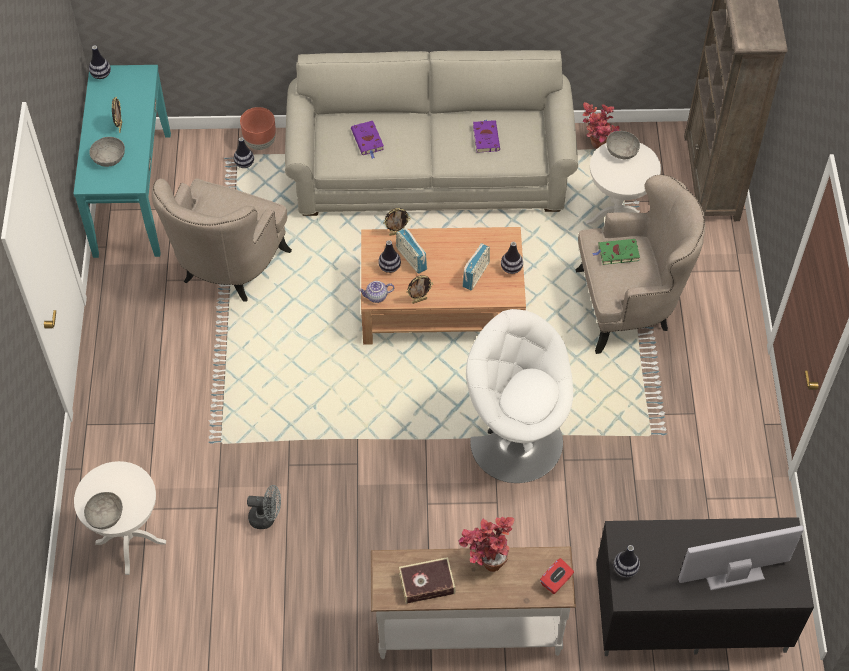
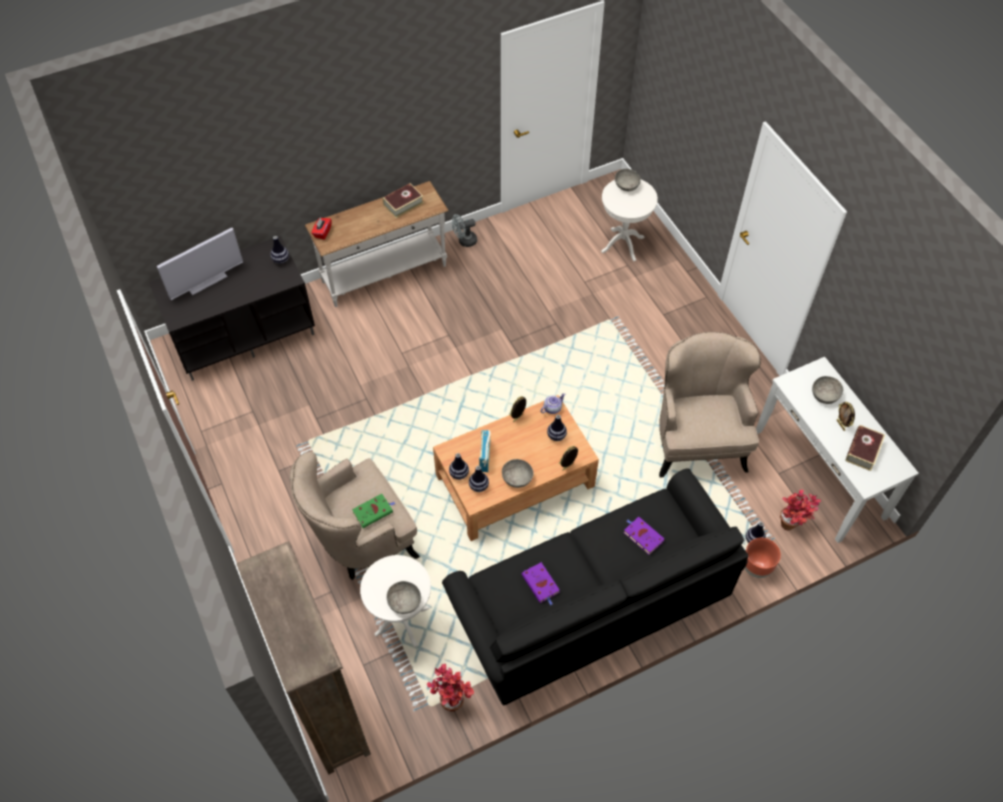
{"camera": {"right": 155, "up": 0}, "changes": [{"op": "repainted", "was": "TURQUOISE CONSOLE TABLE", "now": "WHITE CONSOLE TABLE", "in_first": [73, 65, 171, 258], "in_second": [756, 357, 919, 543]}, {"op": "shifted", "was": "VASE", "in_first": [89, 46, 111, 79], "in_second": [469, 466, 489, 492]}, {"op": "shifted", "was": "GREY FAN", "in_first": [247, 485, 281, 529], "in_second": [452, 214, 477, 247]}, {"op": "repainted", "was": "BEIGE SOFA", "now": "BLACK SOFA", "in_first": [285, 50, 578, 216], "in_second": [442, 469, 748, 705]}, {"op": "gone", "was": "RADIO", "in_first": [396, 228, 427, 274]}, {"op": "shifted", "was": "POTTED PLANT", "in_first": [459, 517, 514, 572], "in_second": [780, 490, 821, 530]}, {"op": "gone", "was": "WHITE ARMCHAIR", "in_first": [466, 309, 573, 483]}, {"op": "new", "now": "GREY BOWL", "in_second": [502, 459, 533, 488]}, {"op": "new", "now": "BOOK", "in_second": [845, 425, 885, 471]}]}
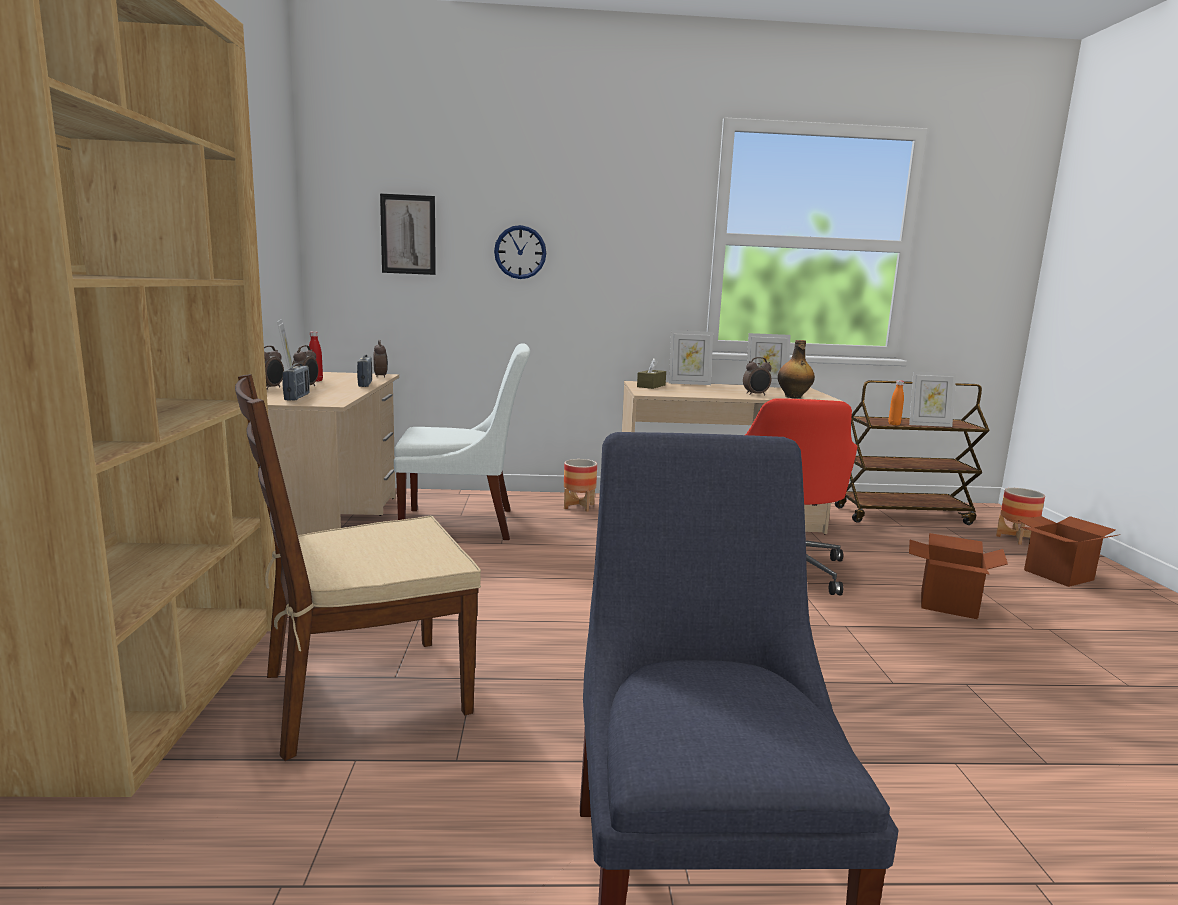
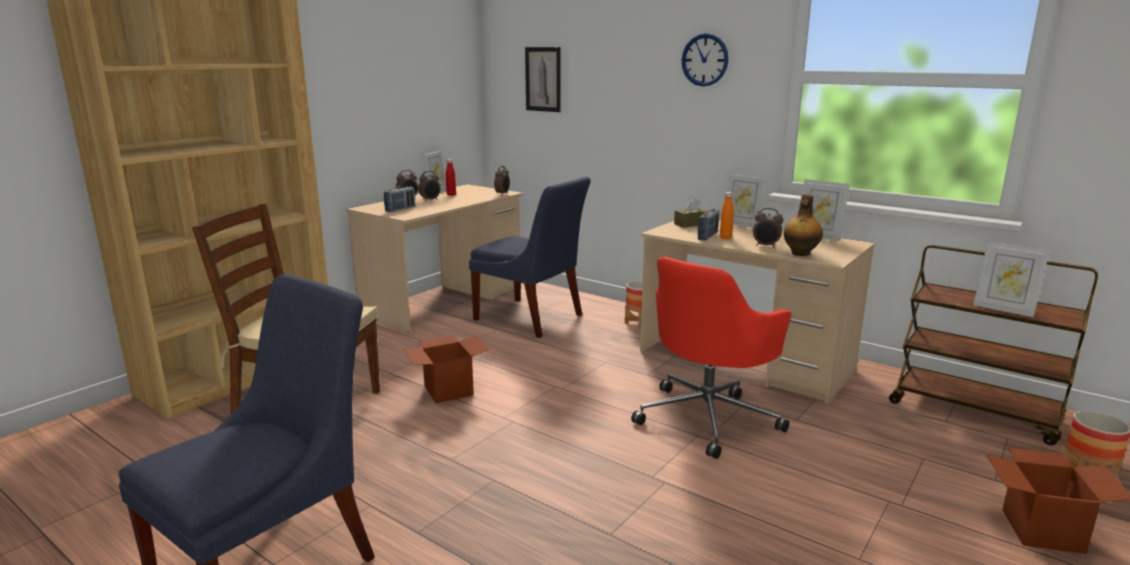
{"camera": {"right": 40, "up": 5}, "changes": [{"op": "shifted", "was": "RADIO", "in_first": [357, 355, 372, 387], "in_second": [698, 209, 719, 240]}, {"op": "repainted", "was": "WHITE CHAIR", "now": "BLUE CHAIR", "in_first": [394, 343, 530, 540], "in_second": [469, 177, 591, 338]}, {"op": "shifted", "was": "WALL CLOCK", "in_first": [494, 225, 546, 279], "in_second": [682, 34, 728, 86]}, {"op": "shifted", "was": "ORANGE BOTTLE", "in_first": [888, 380, 904, 425], "in_second": [720, 192, 734, 239]}, {"op": "shifted", "was": "CARDBOARD BOX", "in_first": [909, 533, 1008, 619], "in_second": [403, 335, 489, 403]}]}
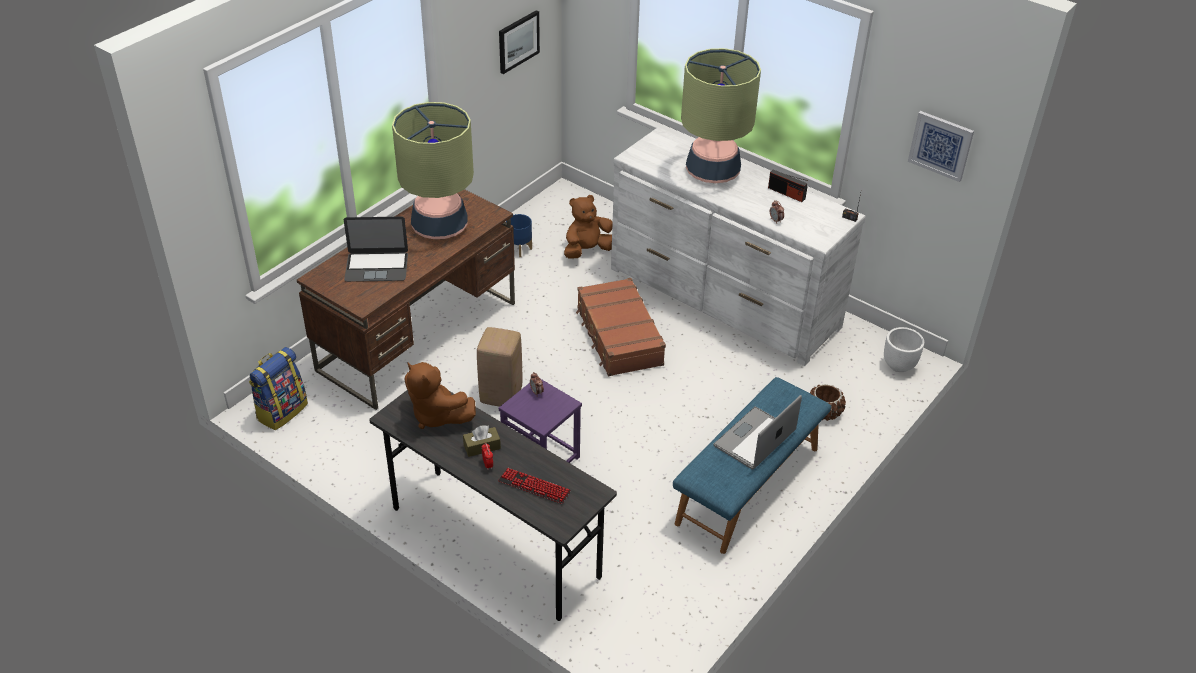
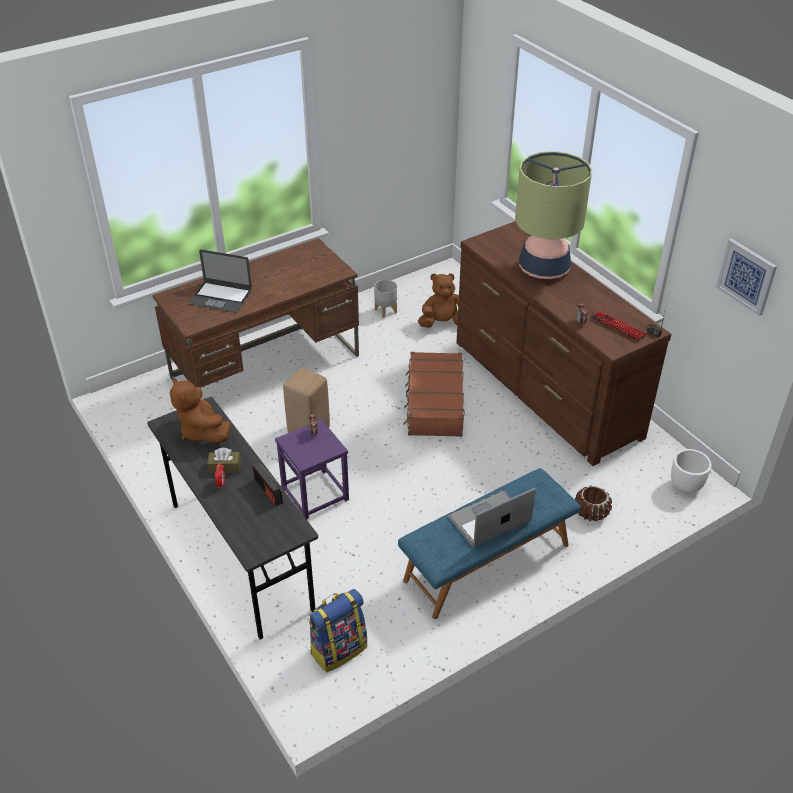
{"camera": {"right": 20, "up": 0}, "changes": [{"op": "shifted", "was": "BACKPACK", "in_first": [249, 347, 308, 430], "in_second": [308, 589, 367, 672]}, {"op": "gone", "was": "TABLE LAMP", "in_first": [392, 102, 474, 239]}, {"op": "shifted", "was": "KEYBOARD", "in_first": [498, 468, 571, 504], "in_second": [591, 311, 647, 341]}, {"op": "gone", "was": "PICTURE", "in_first": [499, 10, 540, 74]}, {"op": "repainted", "was": "BLUE PLANTER", "now": "GREY PLANTER", "in_first": [506, 214, 532, 257], "in_second": [374, 280, 397, 318]}, {"op": "repainted", "was": "WHITE DRESSER", "now": "BROWN DRESSER", "in_first": [611, 127, 866, 366], "in_second": [456, 221, 671, 466]}, {"op": "shifted", "was": "RADIO", "in_first": [768, 169, 808, 202], "in_second": [252, 462, 283, 506]}]}
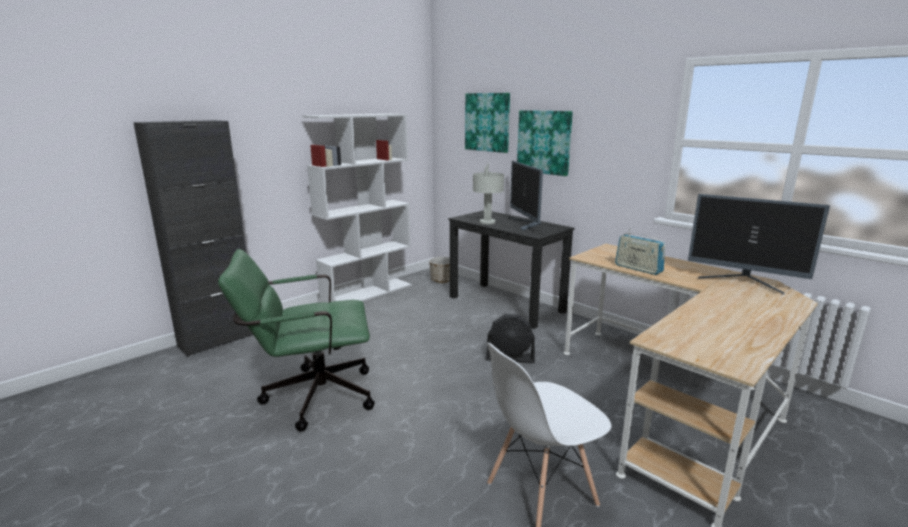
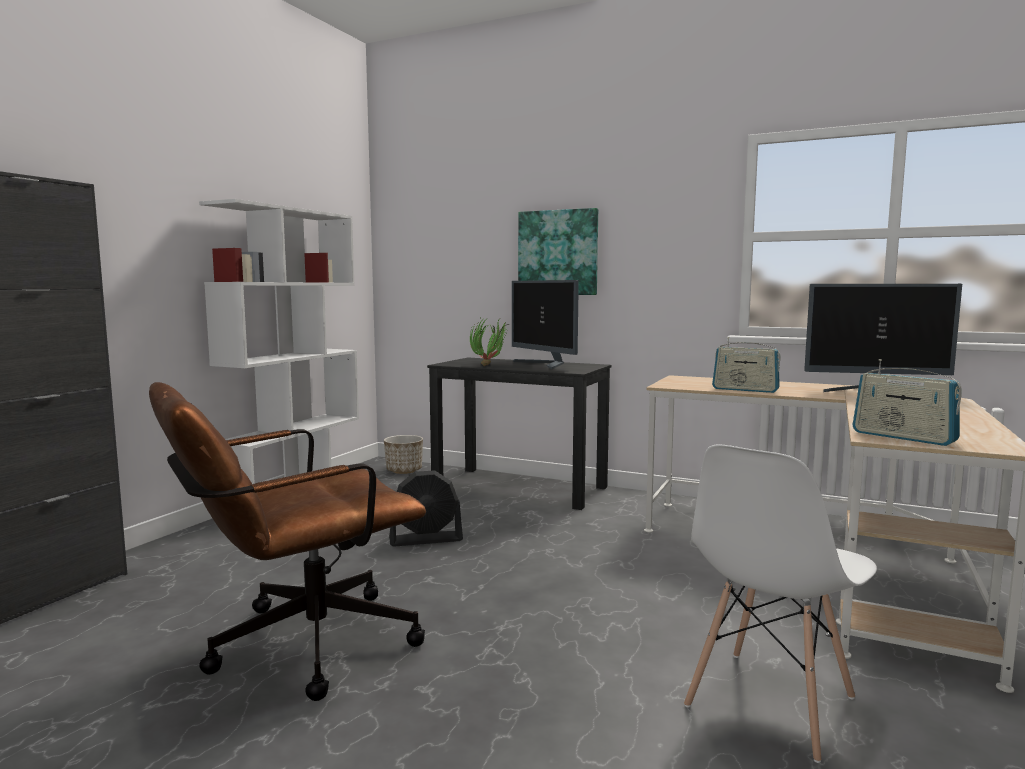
{"camera": {"right": -20, "up": -10}, "changes": [{"op": "repainted", "was": "GREEN OFFICE CHAIR", "now": "BROWN OFFICE CHAIR", "in_first": [218, 249, 375, 432], "in_second": [149, 382, 426, 701]}, {"op": "gone", "was": "PICTURE", "in_first": [465, 93, 510, 153]}, {"op": "swapped", "was": "GREY TABLE LAMP", "now": "POTTED PLANT", "in_first": [473, 163, 504, 224], "in_second": [470, 316, 509, 366]}, {"op": "shifted", "was": "BLACK FAN", "in_first": [486, 314, 535, 363], "in_second": [389, 470, 463, 547]}, {"op": "new", "now": "RADIO", "in_second": [853, 359, 962, 446]}]}
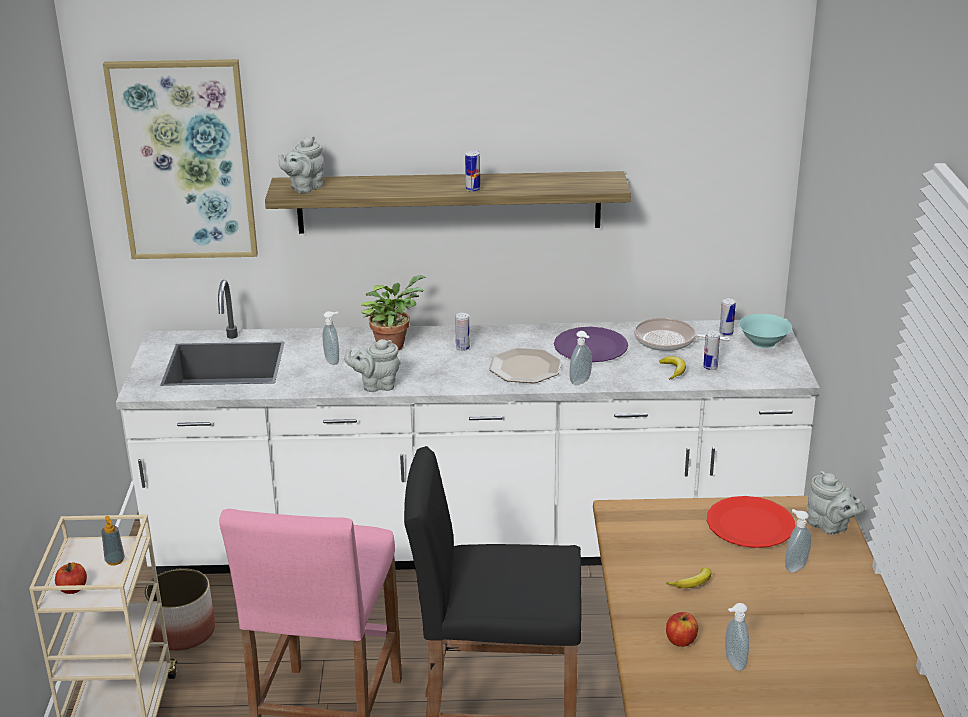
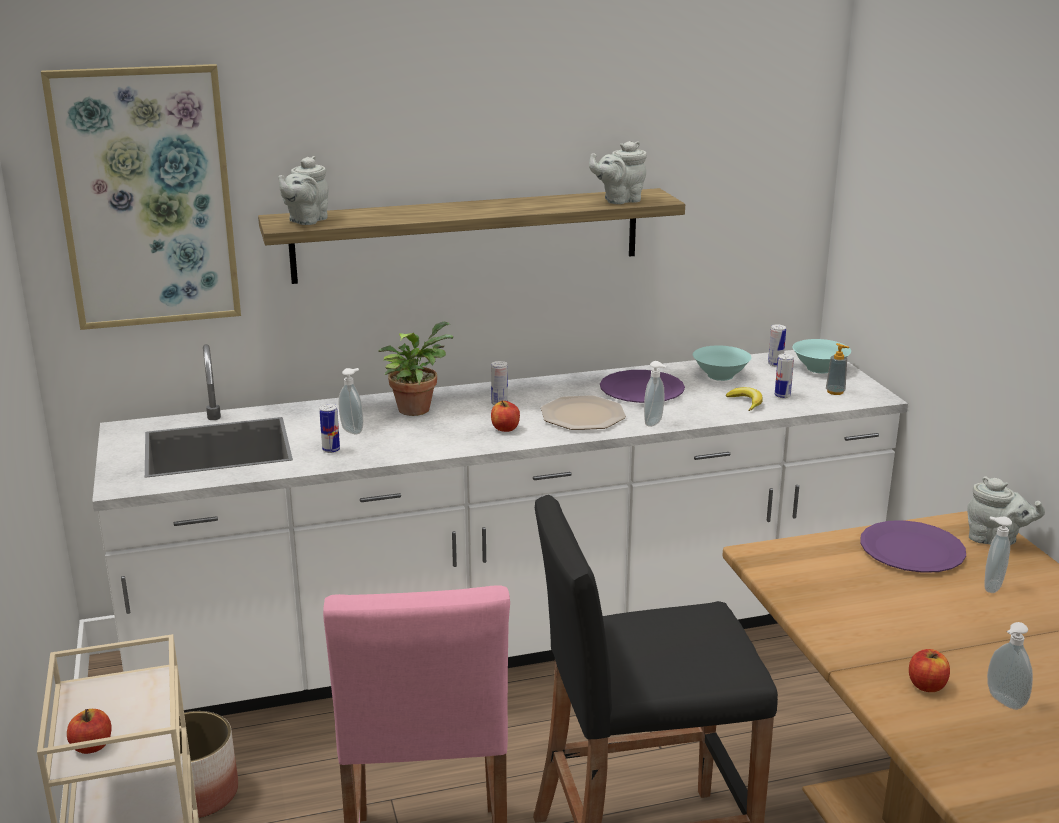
{"camera": {"right": -15, "up": -5}, "changes": [{"op": "shifted", "was": "SOAP DISPENSER", "in_first": [101, 516, 125, 565], "in_second": [826, 343, 850, 395]}, {"op": "shifted", "was": "GREY TEAPOT", "in_first": [344, 339, 400, 392], "in_second": [589, 141, 647, 204]}, {"op": "shifted", "was": "CAN", "in_first": [465, 151, 480, 192], "in_second": [319, 404, 340, 453]}, {"op": "swapped", "was": "FRYING PAN", "now": "TURQUOISE BOWL", "in_first": [634, 318, 730, 351], "in_second": [693, 346, 752, 381]}, {"op": "gone", "was": "BANANA", "in_first": [666, 568, 711, 588]}, {"op": "repainted", "was": "RED PLATE", "now": "PURPLE PLATE", "in_first": [707, 496, 795, 548], "in_second": [860, 520, 966, 573]}, {"op": "new", "now": "APPLE", "in_second": [491, 400, 520, 432]}]}
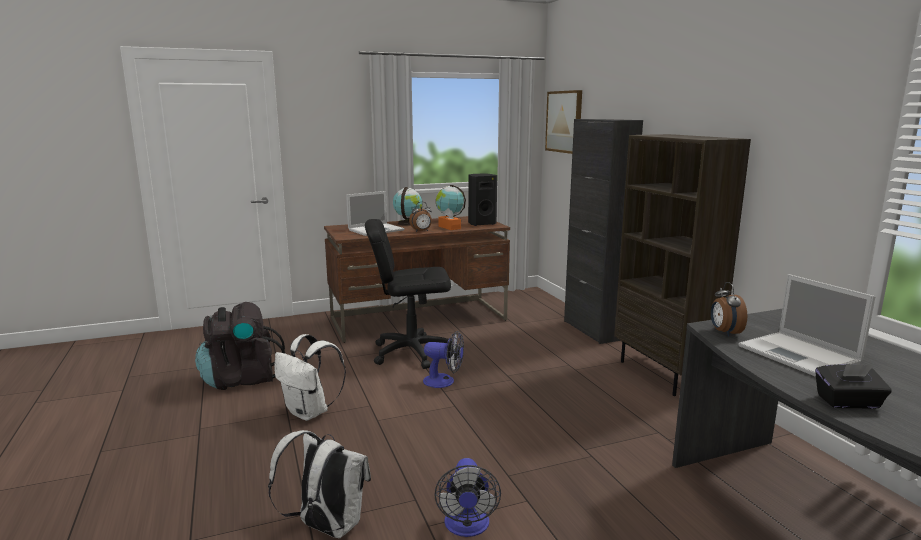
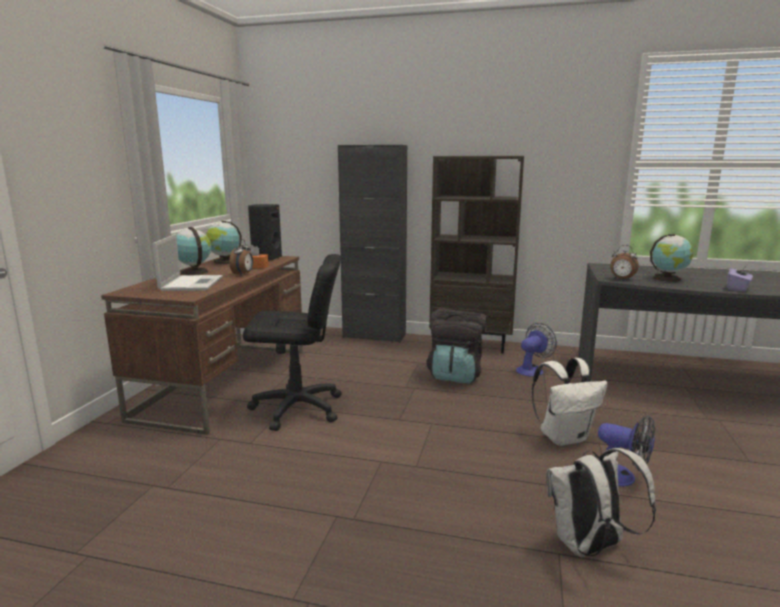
{"camera": {"right": -55, "up": 0}, "changes": [{"op": "shifted", "was": "BLACK BACKPACK", "in_first": [195, 302, 286, 390], "in_second": [427, 308, 487, 384]}, {"op": "shifted", "was": "WHITE BACKPACK", "in_first": [275, 334, 346, 421], "in_second": [532, 358, 607, 446]}, {"op": "rotated", "was": "BLACK OFFICE CHAIR", "in_first": [365, 219, 451, 369], "in_second": [243, 254, 342, 431], "clockwise": -120}, {"op": "shifted", "was": "FAN", "in_first": [423, 331, 464, 388], "in_second": [516, 323, 557, 377]}, {"op": "gone", "was": "PICTURE", "in_first": [545, 90, 582, 154]}, {"op": "swapped", "was": "LAPTOP", "now": "GLOBE", "in_first": [738, 274, 875, 377], "in_second": [650, 234, 693, 282]}, {"op": "repainted", "was": "BLACK TISSUE BOX", "now": "PURPLE TISSUE BOX", "in_first": [815, 364, 892, 409], "in_second": [727, 265, 753, 292]}]}
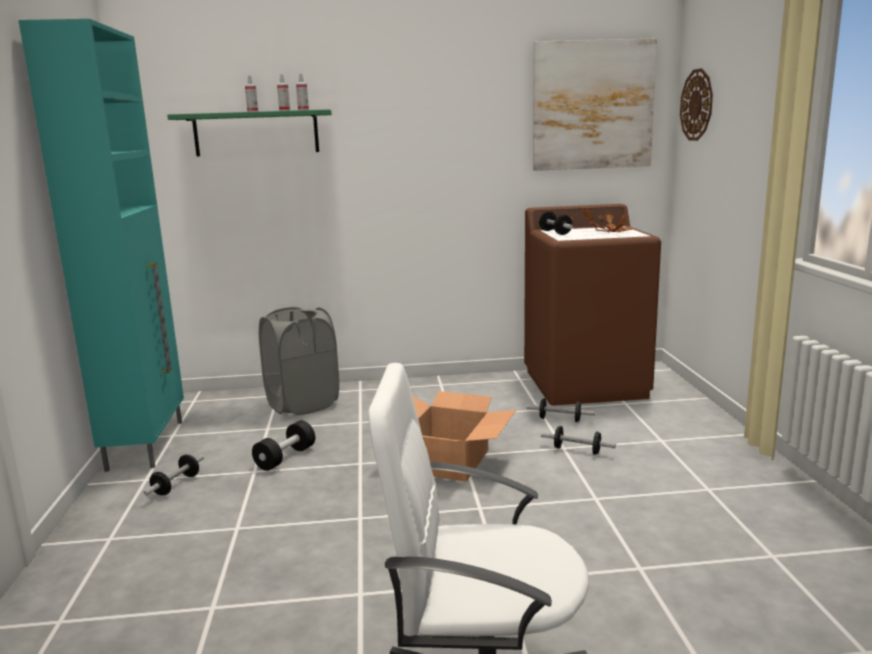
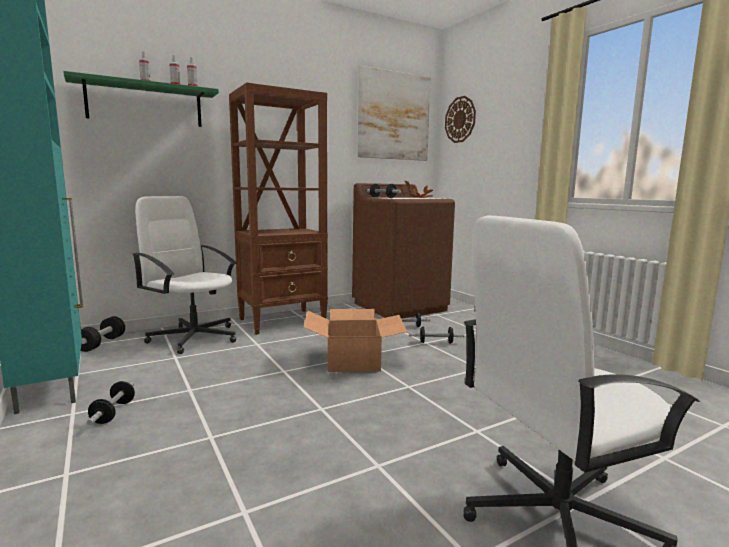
{"camera": {"right": -25, "up": -5}, "changes": [{"op": "shifted", "was": "BLACK DUMBBELL", "in_first": [252, 420, 315, 471], "in_second": [81, 316, 125, 352]}, {"op": "swapped", "was": "GREY LAUNDRY BASKET", "now": "WHITE OFFICE CHAIR", "in_first": [259, 307, 339, 415], "in_second": [133, 196, 237, 354]}, {"op": "new", "now": "BROWN BOOKCASE", "in_second": [229, 82, 328, 335]}]}
